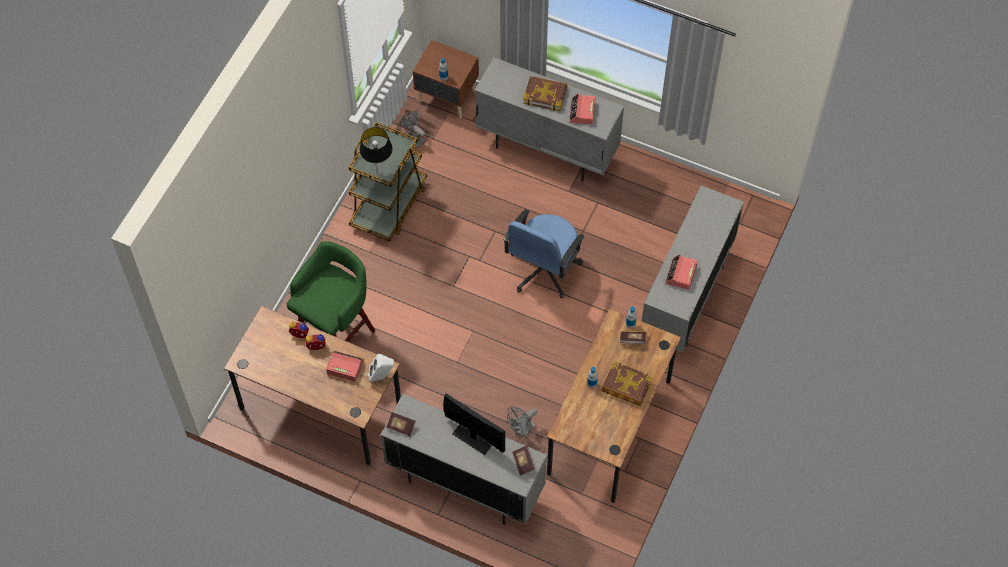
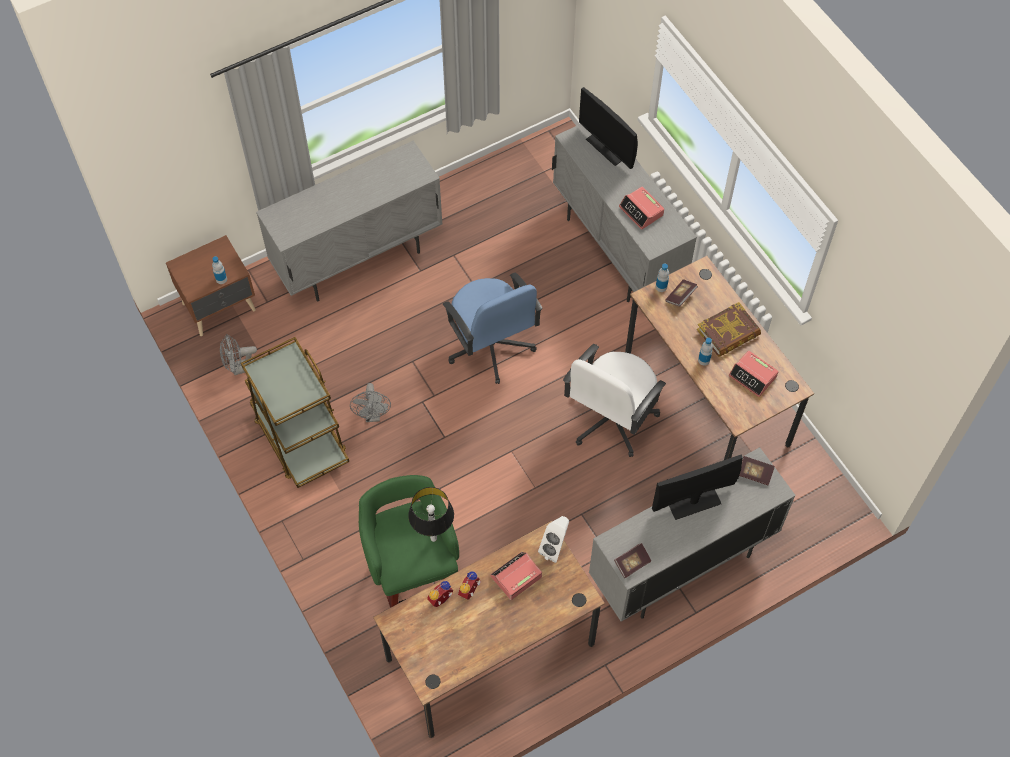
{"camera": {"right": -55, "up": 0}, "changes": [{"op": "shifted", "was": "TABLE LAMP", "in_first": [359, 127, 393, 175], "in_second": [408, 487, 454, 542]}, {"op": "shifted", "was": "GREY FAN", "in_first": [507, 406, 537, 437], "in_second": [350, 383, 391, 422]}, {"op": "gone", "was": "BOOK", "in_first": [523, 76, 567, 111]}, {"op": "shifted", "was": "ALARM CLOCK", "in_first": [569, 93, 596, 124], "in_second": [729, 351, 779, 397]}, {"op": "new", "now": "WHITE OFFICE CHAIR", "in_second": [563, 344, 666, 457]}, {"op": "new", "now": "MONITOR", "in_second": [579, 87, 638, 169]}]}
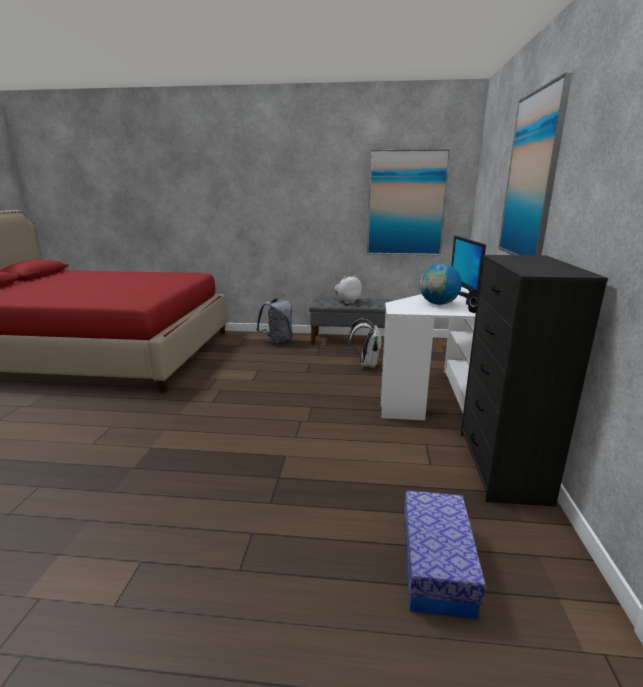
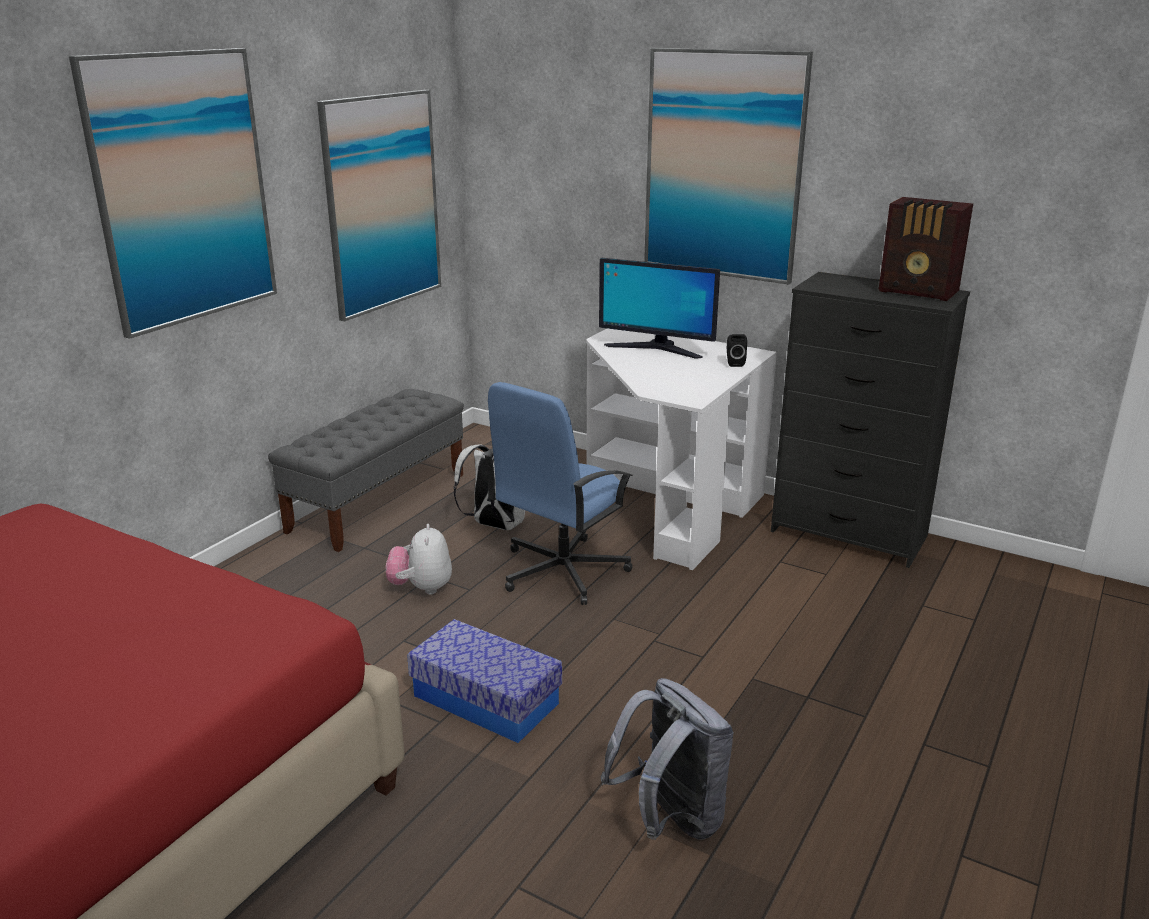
{"camera": {"right": -65, "up": 5}, "changes": [{"op": "shifted", "was": "GREY BACKPACK", "in_first": [256, 298, 293, 344], "in_second": [601, 678, 734, 840]}, {"op": "shifted", "was": "PLUSH TOY", "in_first": [334, 275, 362, 304], "in_second": [386, 524, 452, 595]}, {"op": "shifted", "was": "STORAGE BOX", "in_first": [405, 490, 486, 620], "in_second": [407, 619, 562, 743]}, {"op": "gone", "was": "GLOBE", "in_first": [420, 264, 462, 305]}, {"op": "new", "now": "PICTURE", "in_second": [69, 48, 277, 339]}, {"op": "new", "now": "BLUE OFFICE CHAIR", "in_second": [483, 382, 633, 605]}, {"op": "new", "now": "RADIO", "in_second": [879, 197, 973, 301]}]}
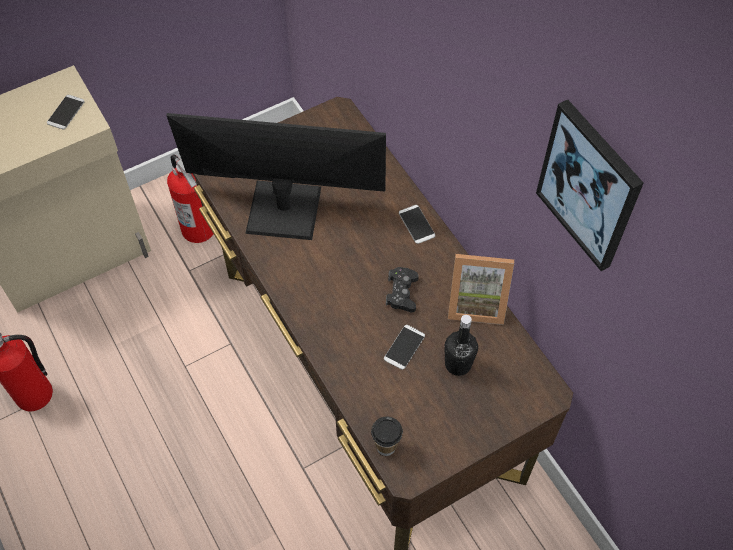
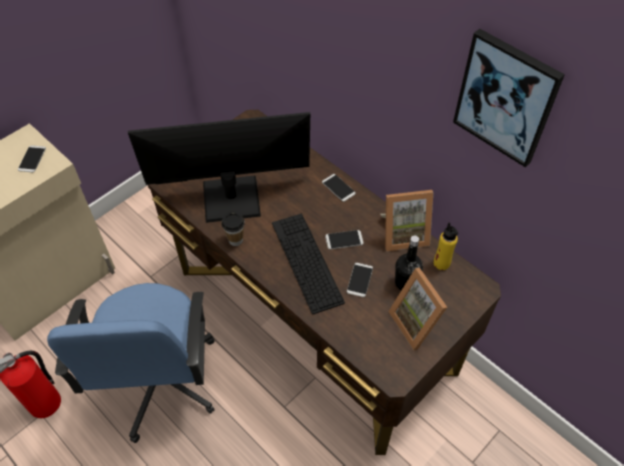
{"camera": {"right": -15, "up": -5}, "changes": [{"op": "gone", "was": "FIRE EXTINGUISHER", "in_first": [167, 154, 213, 243]}, {"op": "shifted", "was": "CUP", "in_first": [371, 417, 403, 456], "in_second": [221, 212, 245, 246]}, {"op": "swapped", "was": "BLACK GAME CONTROLLER", "now": "PHONE", "in_first": [386, 267, 419, 312], "in_second": [325, 230, 364, 249]}, {"op": "new", "now": "BLUE OFFICE CHAIR", "in_second": [47, 283, 215, 443]}, {"op": "new", "now": "KEYBOARD", "in_second": [272, 214, 345, 315]}, {"op": "new", "now": "PICTURE FRAME", "in_second": [388, 268, 447, 350]}, {"op": "new", "now": "YELLOW BOTTLE", "in_second": [434, 222, 458, 270]}]}
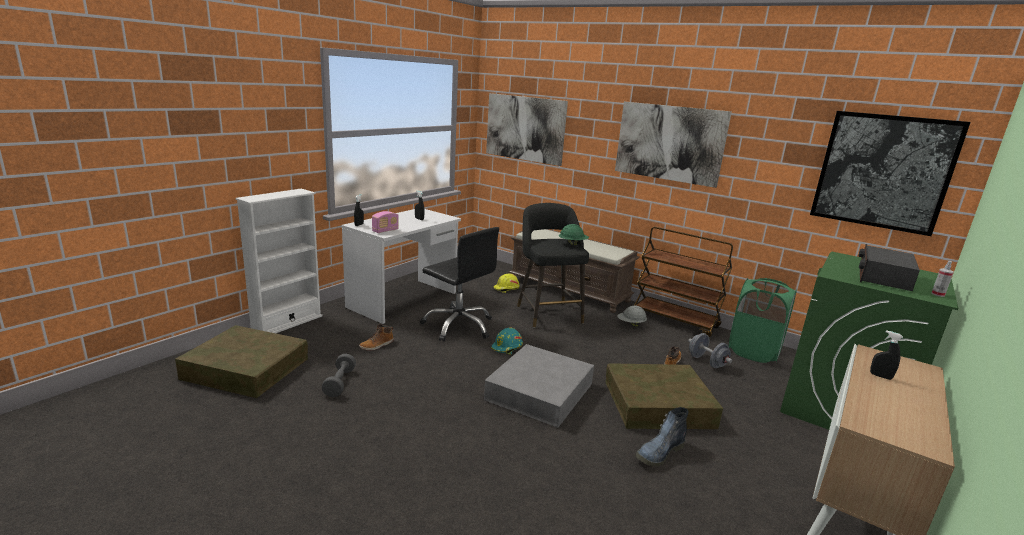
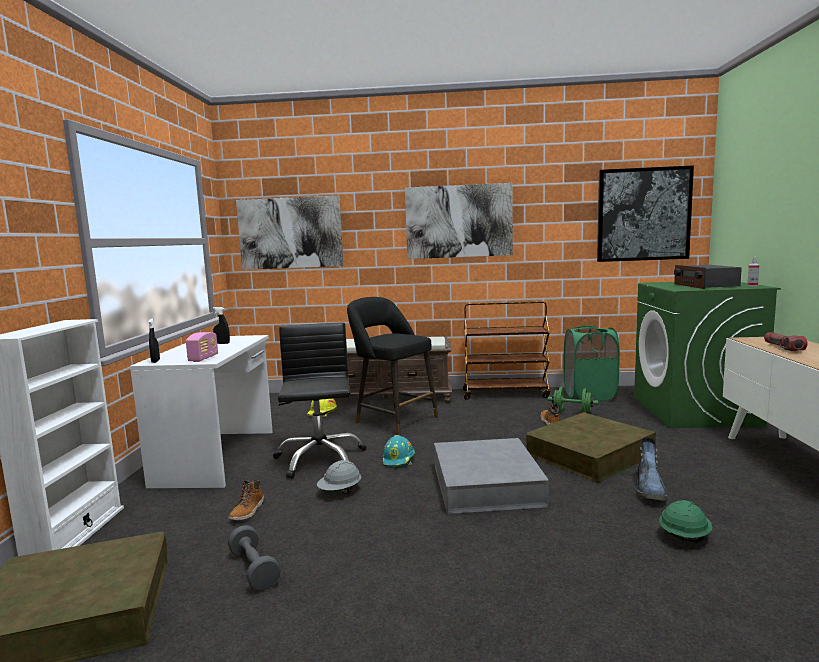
{"camera": {"right": -30, "up": -10}, "changes": [{"op": "rotated", "was": "BLACK OFFICE CHAIR", "in_first": [420, 227, 499, 342], "in_second": [273, 323, 366, 479], "clockwise": -105}, {"op": "shifted", "was": "GREEN HARD HAT", "in_first": [559, 224, 589, 246], "in_second": [659, 500, 713, 542]}, {"op": "shifted", "was": "GREY HARD HAT", "in_first": [617, 306, 647, 327], "in_second": [317, 460, 361, 494]}, {"op": "repainted", "was": "GREY DUMBBELL", "now": "GREEN DUMBBELL", "in_first": [688, 333, 732, 368], "in_second": [548, 387, 598, 413]}, {"op": "swapped", "was": "BLACK SPRAY BOTTLE", "now": "FLASHLIGHT", "in_first": [870, 330, 903, 380], "in_second": [764, 332, 807, 351]}]}
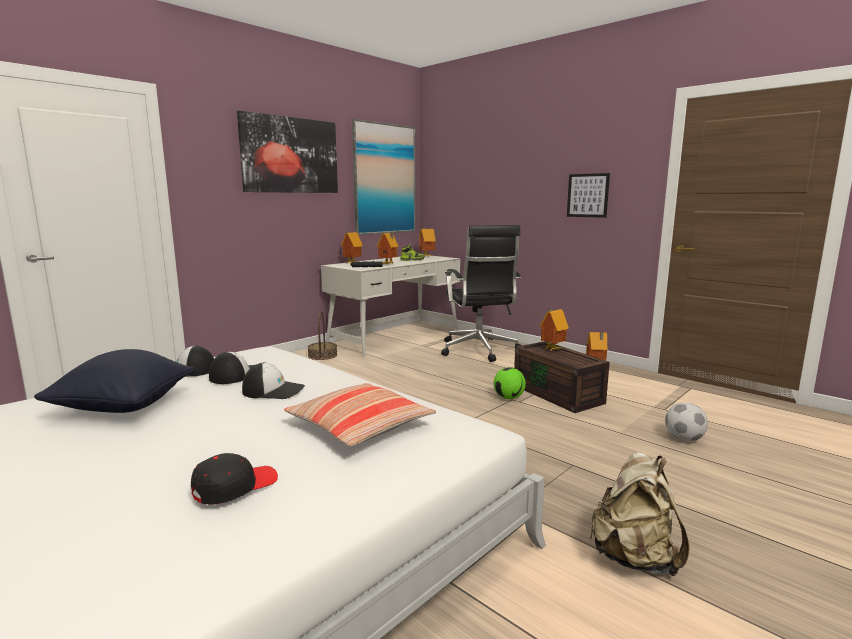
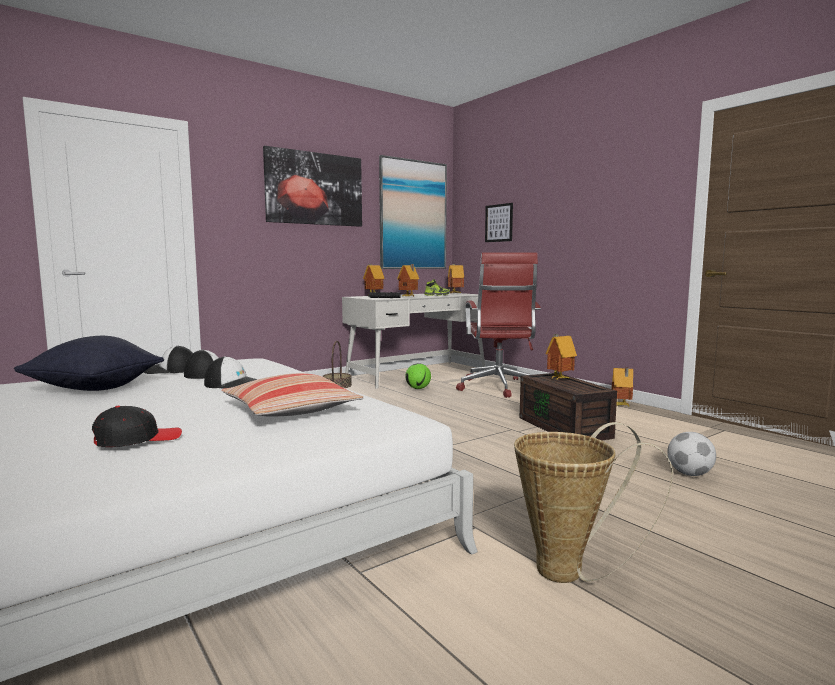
{"camera": {"right": 10, "up": -5}, "changes": [{"op": "repainted", "was": "BLACK OFFICE CHAIR", "now": "RED OFFICE CHAIR", "in_first": [441, 225, 522, 362], "in_second": [456, 253, 541, 398]}, {"op": "shifted", "was": "FOOTBALL", "in_first": [494, 367, 526, 399], "in_second": [405, 363, 431, 389]}, {"op": "shifted", "was": "PICTURE", "in_first": [567, 173, 610, 218], "in_second": [485, 203, 513, 242]}, {"op": "swapped", "was": "BEIGE BACKPACK", "now": "BASKET", "in_first": [589, 452, 690, 577], "in_second": [514, 422, 673, 583]}]}
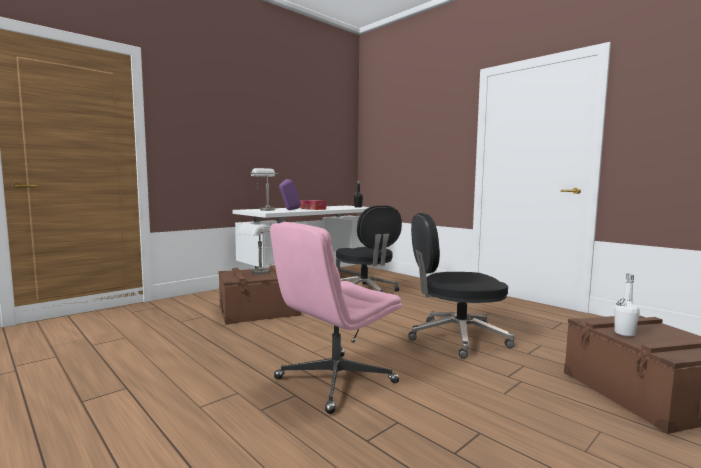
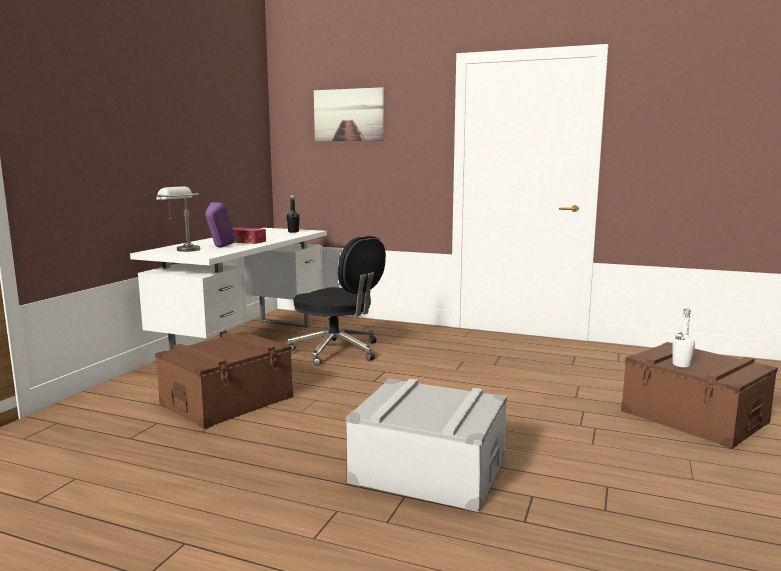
{"camera": {"right": -25, "up": 5}, "changes": [{"op": "gone", "was": "GREY TABLE LAMP", "in_first": [237, 224, 270, 274]}, {"op": "swapped", "was": "PINK OFFICE CHAIR", "now": "GREY STORAGE BOX", "in_first": [270, 222, 402, 414], "in_second": [346, 379, 507, 512]}, {"op": "gone", "was": "BLACK OFFICE CHAIR", "in_first": [408, 213, 515, 359]}, {"op": "new", "now": "PICTURE", "in_second": [314, 87, 384, 141]}]}
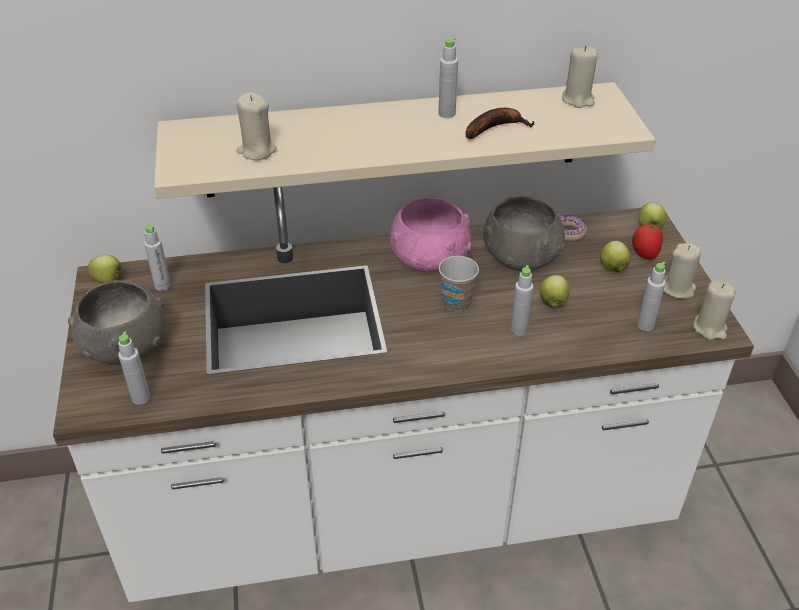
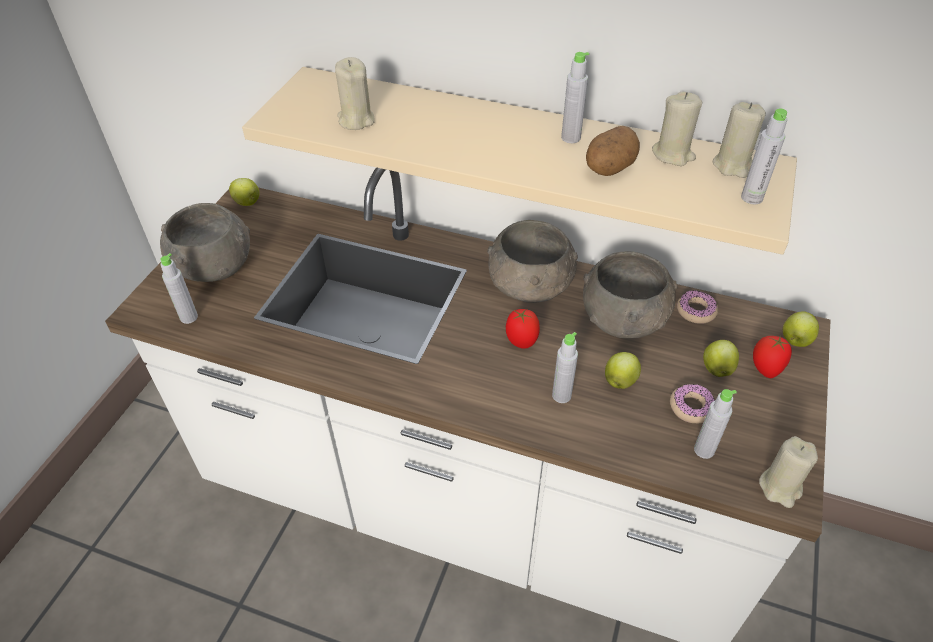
{"camera": {"right": 30, "up": 5}, "changes": [{"op": "shifted", "was": "GREY BOTTLE", "in_first": [144, 224, 171, 291], "in_second": [741, 108, 787, 204]}, {"op": "repainted", "was": "PINK BOWL", "now": "GREY BOWL", "in_first": [390, 198, 471, 272], "in_second": [487, 220, 578, 303]}, {"op": "swapped", "was": "CUP", "now": "TOMATO", "in_first": [439, 256, 479, 311], "in_second": [506, 309, 540, 349]}, {"op": "swapped", "was": "BANANA", "now": "POTATO", "in_first": [465, 108, 535, 139], "in_second": [586, 126, 640, 176]}, {"op": "shifted", "was": "BEIGE CANDLE", "in_first": [663, 243, 701, 299], "in_second": [652, 91, 702, 166]}, {"op": "new", "now": "DONUT", "in_second": [670, 384, 715, 423]}]}
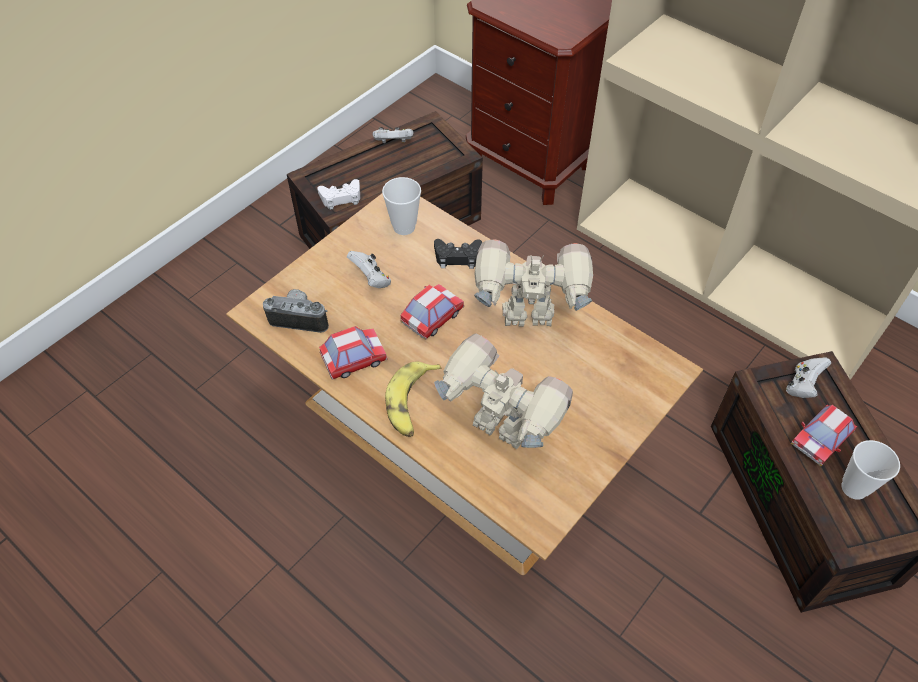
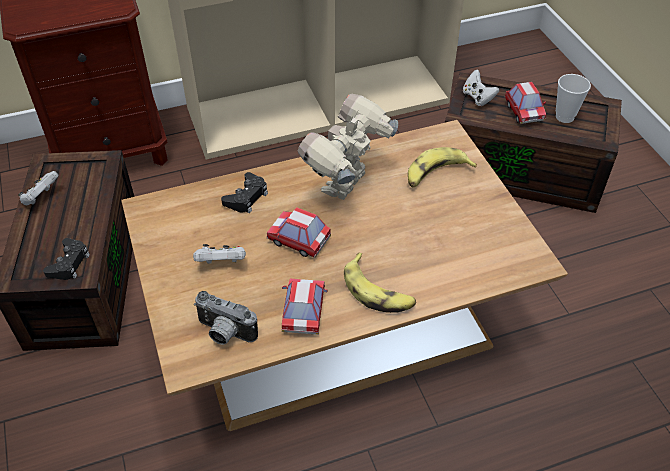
{"camera": {"right": -60, "up": -5}, "changes": [{"op": "rotated", "was": "PHOTO CAMERA", "in_first": [263, 289, 329, 333], "in_second": [194, 291, 258, 345], "clockwise": -105}, {"op": "repainted", "was": "WHITE GAME CONTROLLER", "now": "BLACK GAME CONTROLLER", "in_first": [317, 179, 360, 210], "in_second": [43, 238, 90, 280]}, {"op": "gone", "was": "CUP", "in_first": [382, 177, 421, 235]}, {"op": "rotated", "was": "TOY CAR", "in_first": [400, 284, 464, 340], "in_second": [267, 207, 331, 258], "clockwise": -45}, {"op": "gone", "was": "TOY ROBOT", "in_first": [434, 334, 573, 450]}, {"op": "new", "now": "BANANA", "in_second": [408, 147, 477, 188]}]}
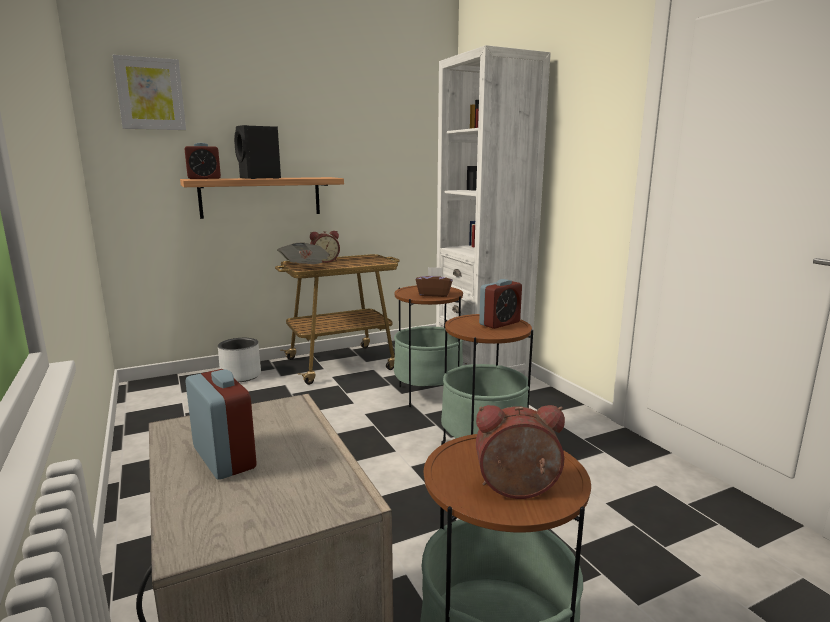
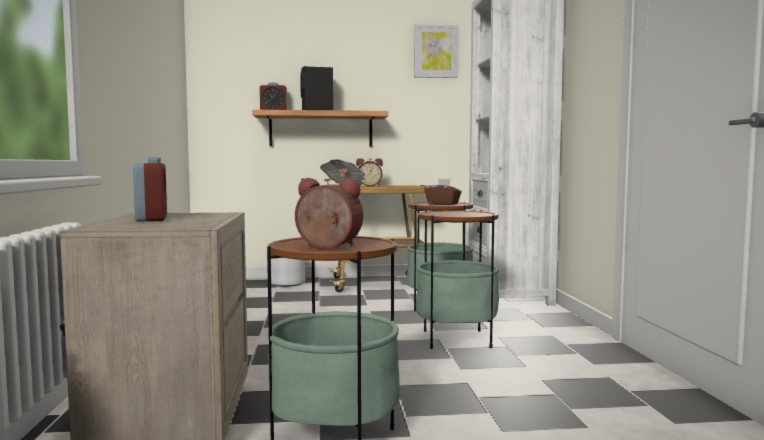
{"camera": {"right": 20, "up": -10}, "changes": [{"op": "shifted", "was": "PICTURE", "in_first": [113, 55, 186, 130], "in_second": [414, 24, 459, 78]}, {"op": "gone", "was": "ALARM CLOCK", "in_first": [479, 279, 522, 329]}]}
